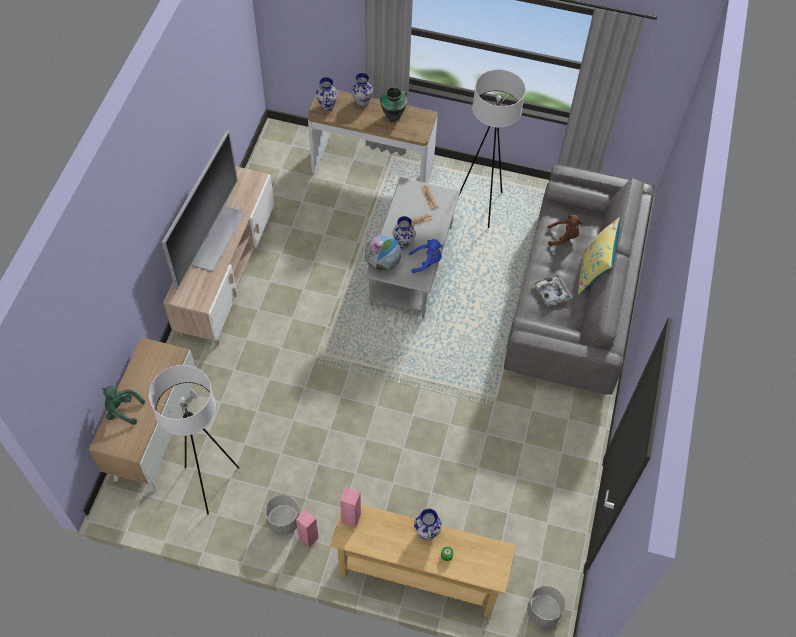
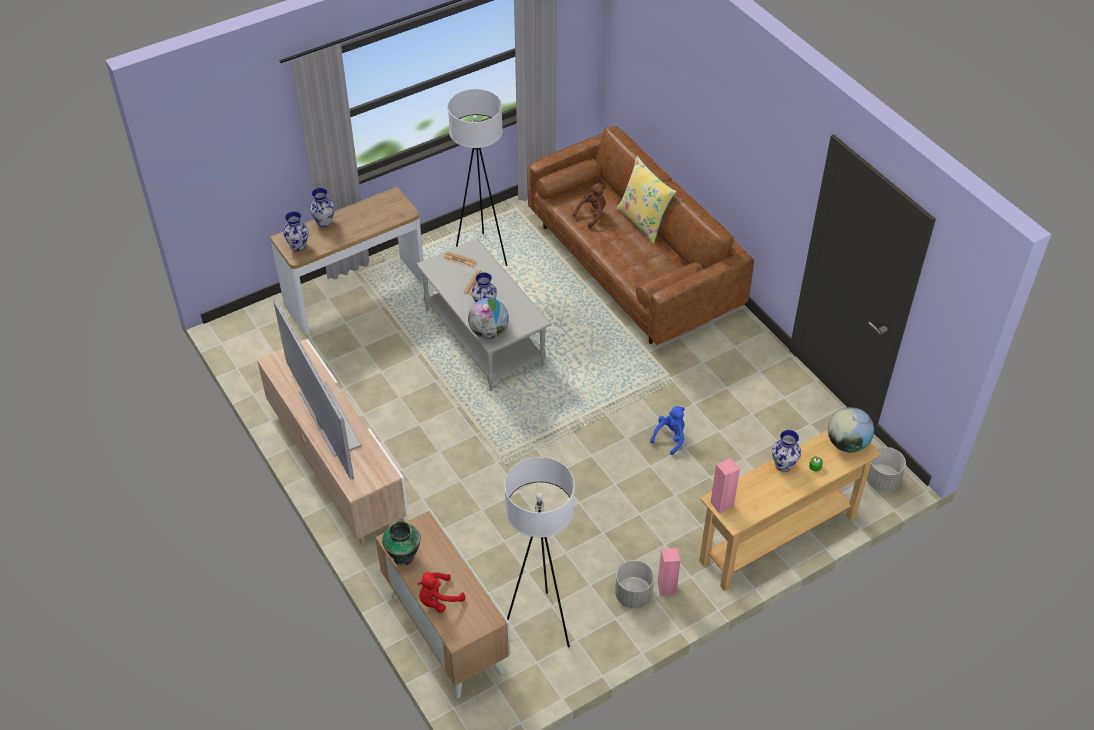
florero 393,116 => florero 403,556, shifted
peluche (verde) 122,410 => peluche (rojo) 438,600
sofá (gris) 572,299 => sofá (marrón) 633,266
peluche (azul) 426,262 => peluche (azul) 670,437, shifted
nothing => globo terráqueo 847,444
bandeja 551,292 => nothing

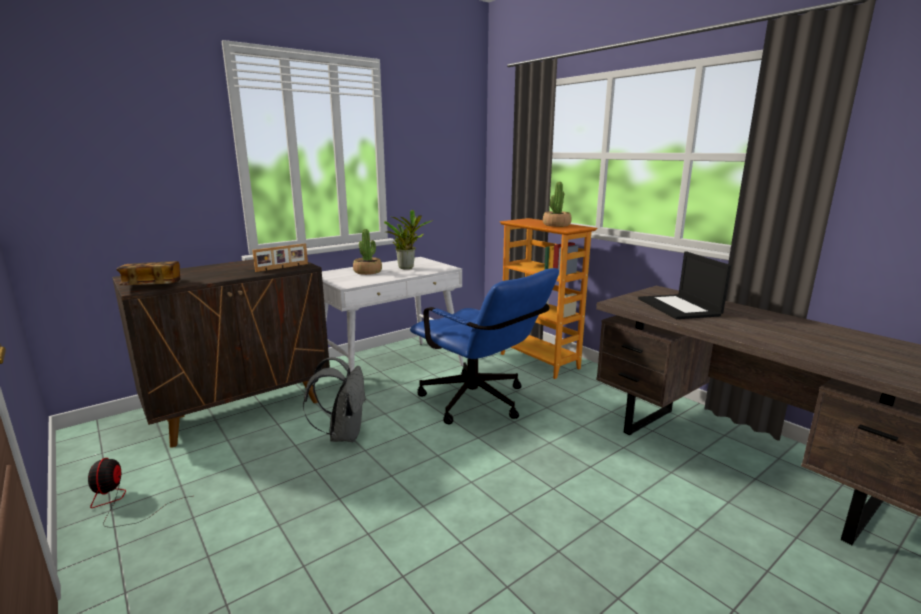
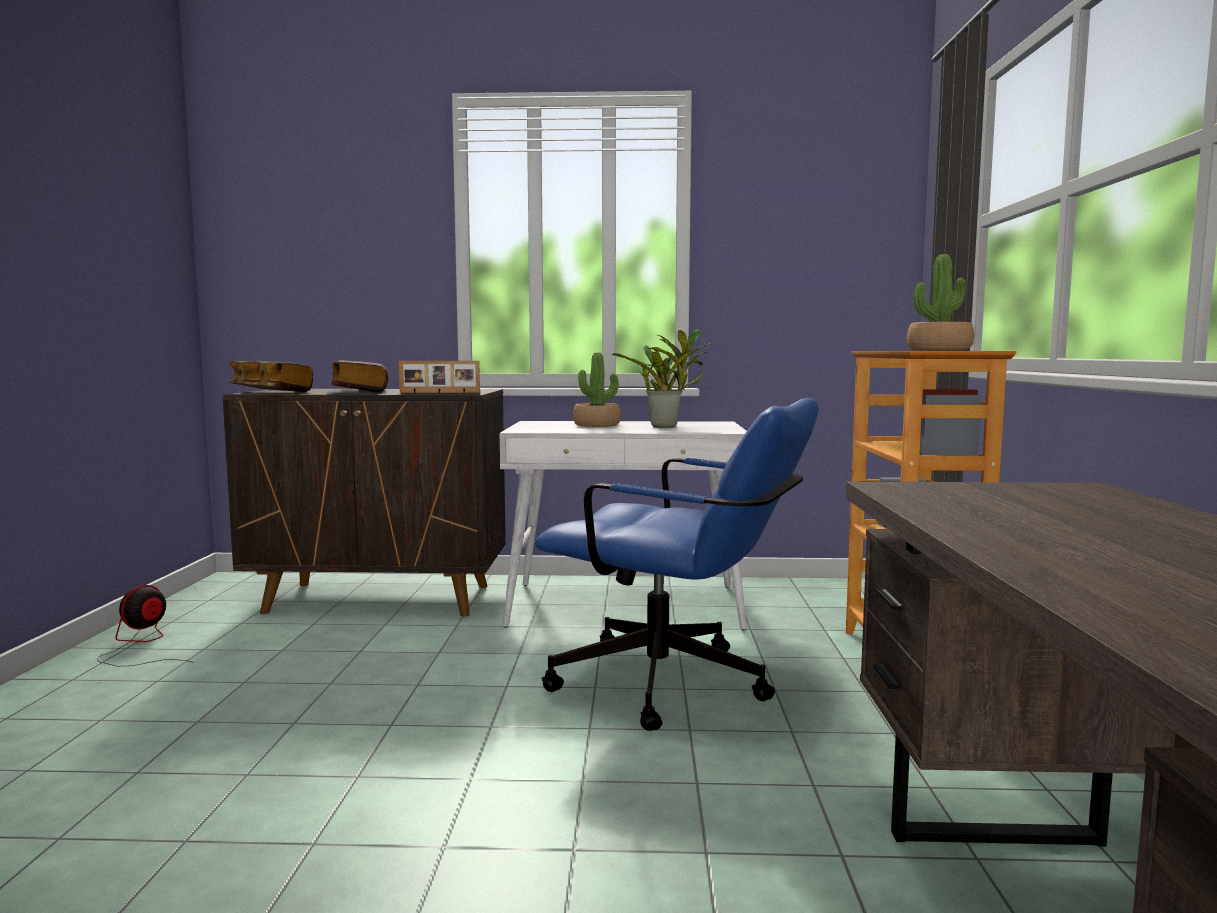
nothing => libro 361,391
silla de oficina (azul) 480,404 => silla de oficina (azul) 678,686, 60 degrees counterclockwise
mochila (gris) 343,434 => nothing
portátil 679,307 => nothing

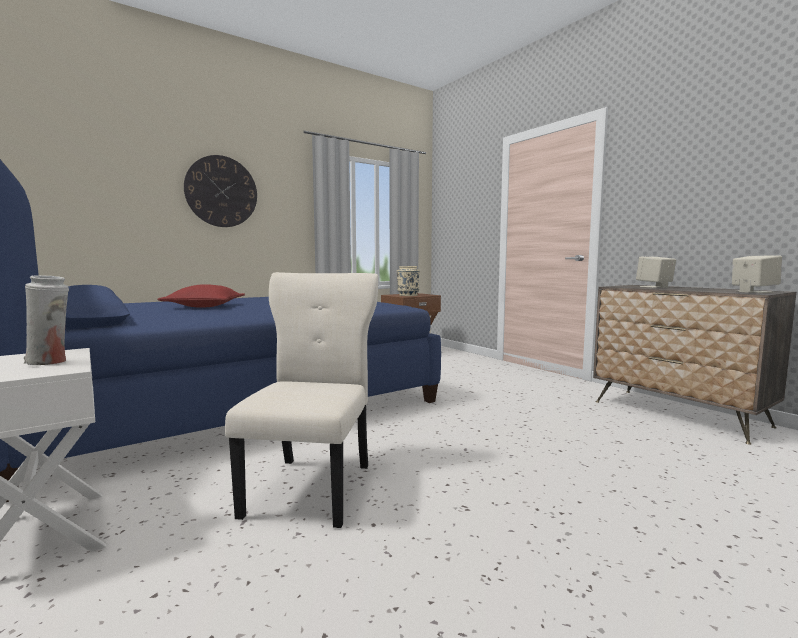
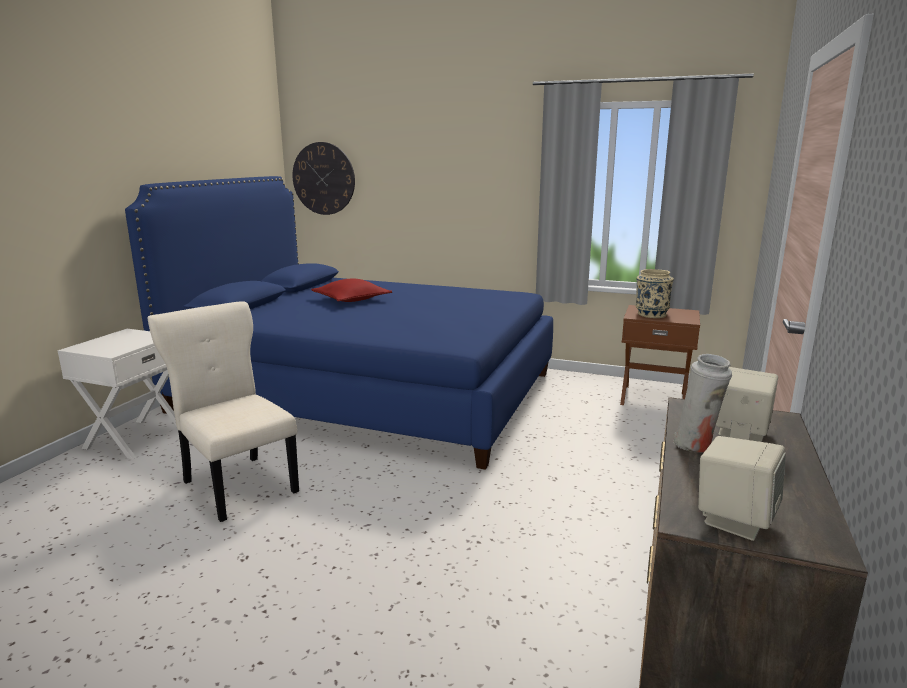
silla (beis) 313,487 => silla (beis) 238,484, 105 degrees counterclockwise
reloj de pared 221,191 => reloj de pared 323,178, shifted
florero (blanco) 50,362 => florero (blanco) 696,446, shifted

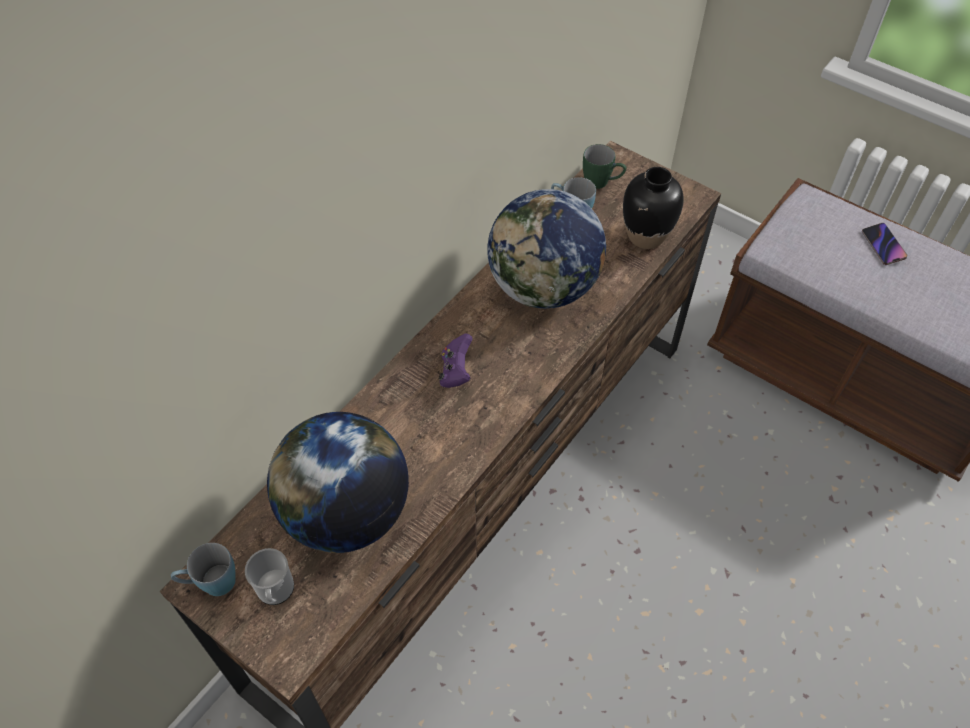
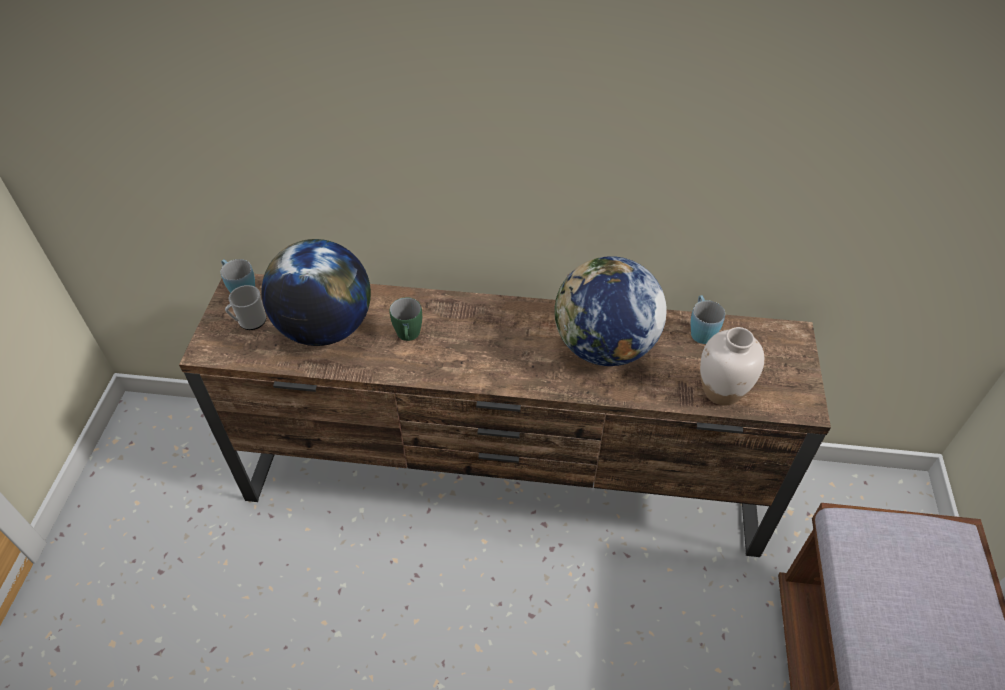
taza grande (verde) 602,182 => taza grande (verde) 408,336, shifted
florero (negro) 646,236 => florero (blanco) 721,391
mando de consola (morado) 456,372 => nothing
móvil 883,246 => nothing

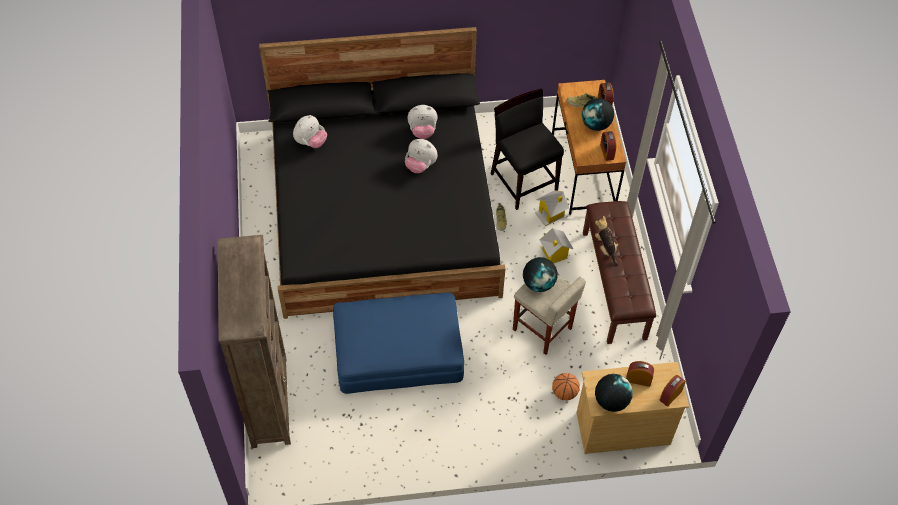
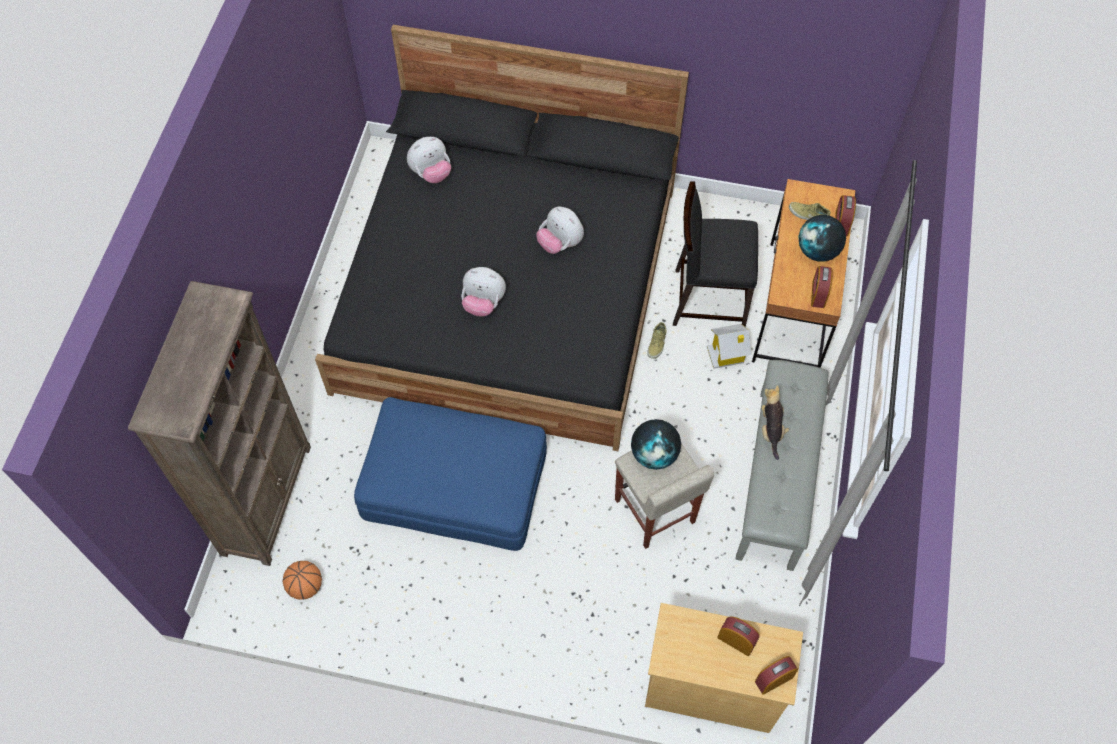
balón de baloncesto 564,393 => balón de baloncesto 305,586, shifted
peluche 422,131 => peluche 483,303, shifted
silla (negro) 524,181 => silla (negro) 708,299, 75 degrees counterclockwise
banco (marrón) 614,285 => banco (gris) 777,478
casita 554,254 => nothing
globo terráqueo 611,401 => nothing

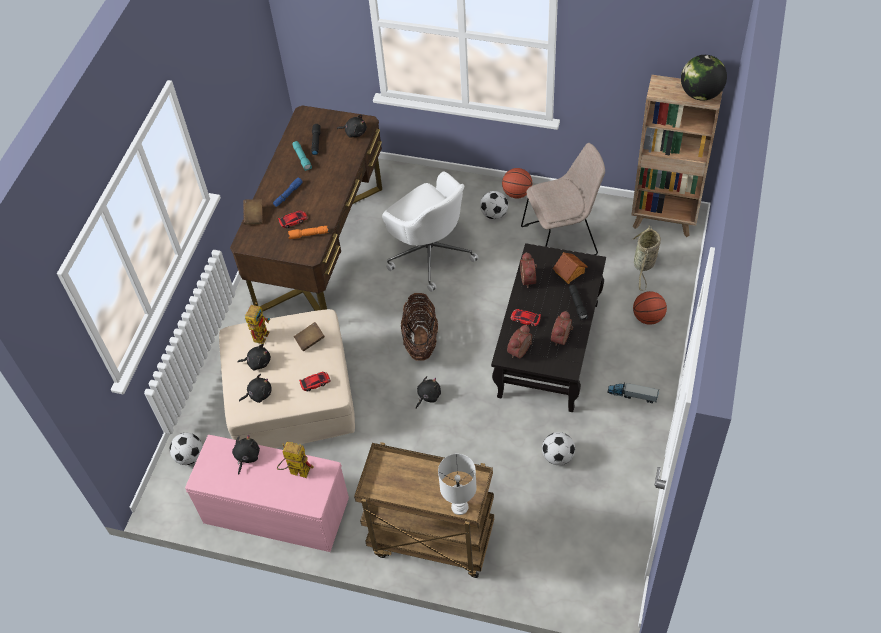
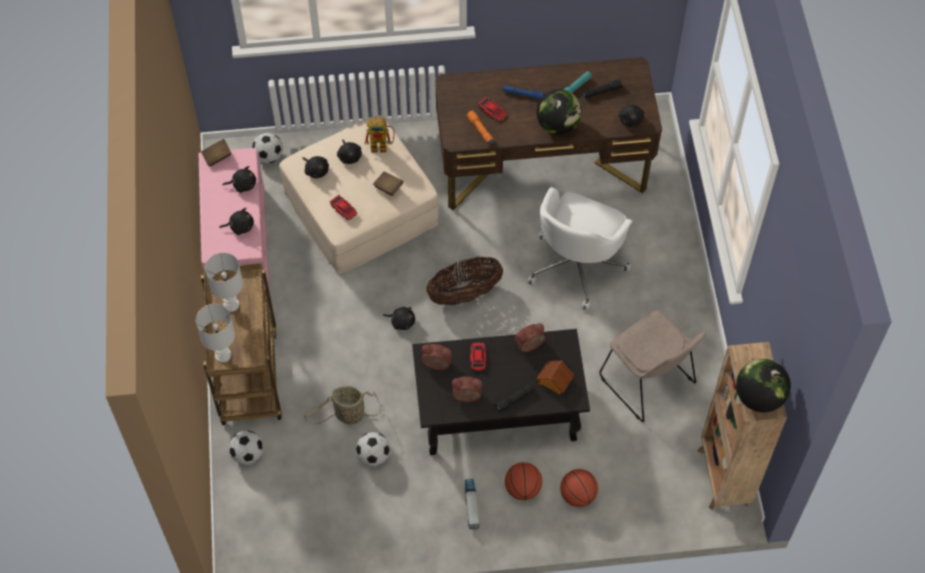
libro (marrón) 254,216 => libro (marrón) 217,157, shifted
nothing => lámpara de mesa (blanco) 231,305
robot de juguete 295,471 => peluche (negro) 240,226
balón de fútbol 494,214 => balón de fútbol 248,455, shifted
cesta 644,265 => cesta 347,415, shifted
balón de baloncesto 517,193 => balón de baloncesto 522,488, shifted
nothing => globo terráqueo 557,125

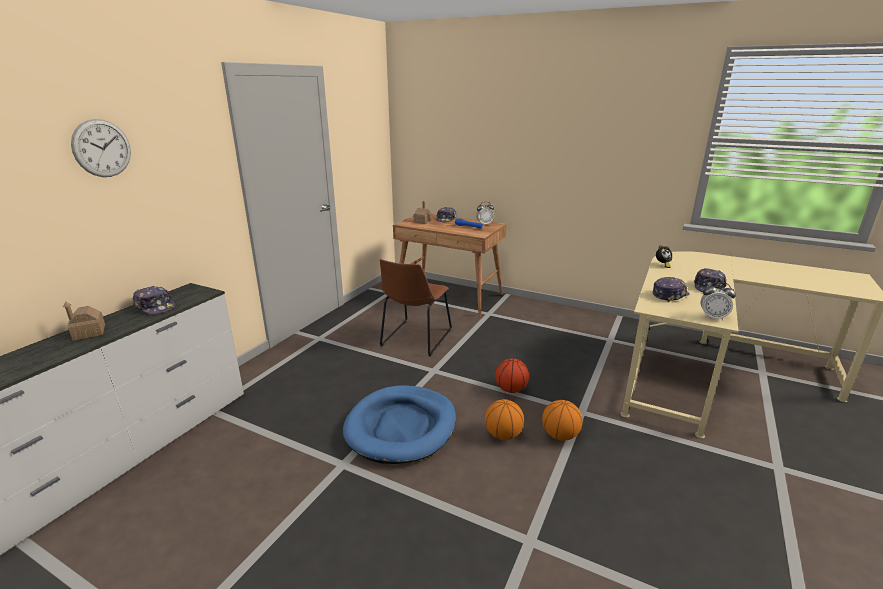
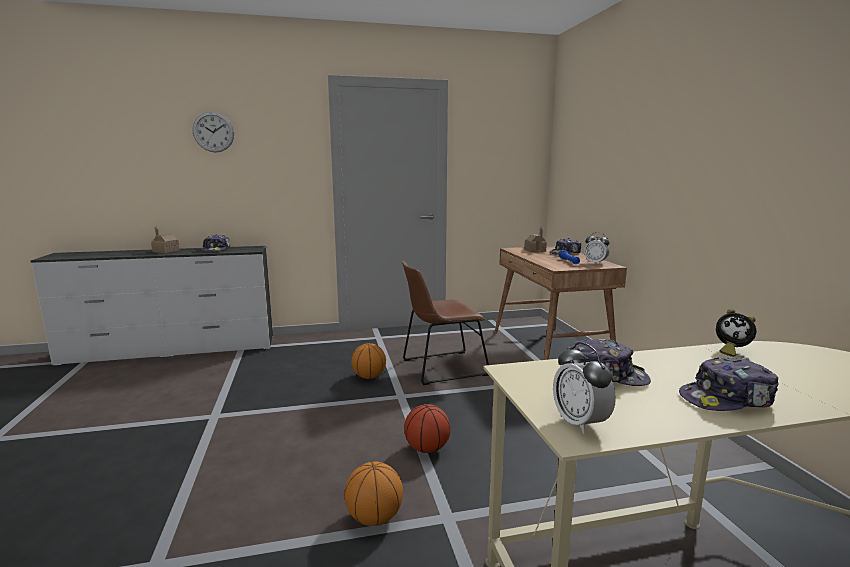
balón de baloncesto 503,435 => balón de baloncesto 369,377, shifted
cama para perro (azul) 401,427 => nothing

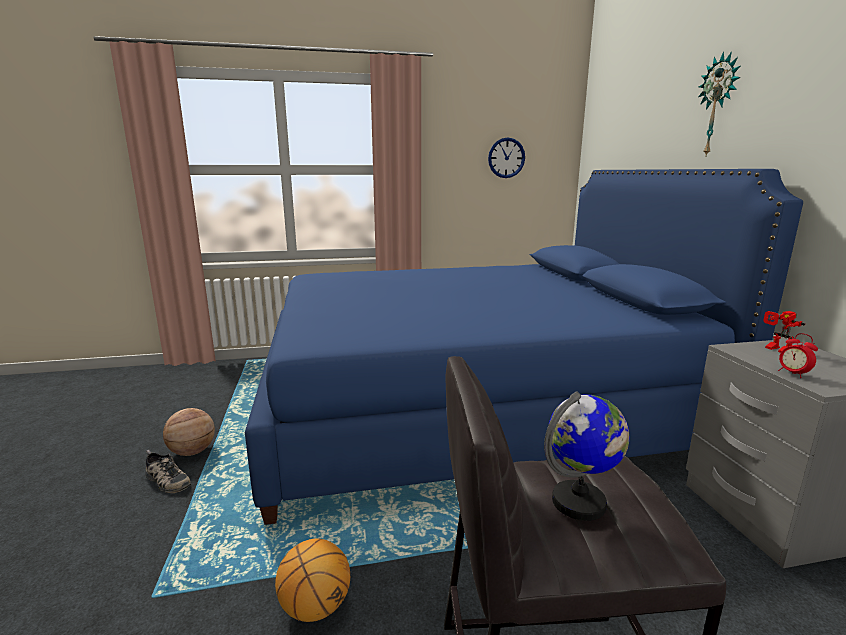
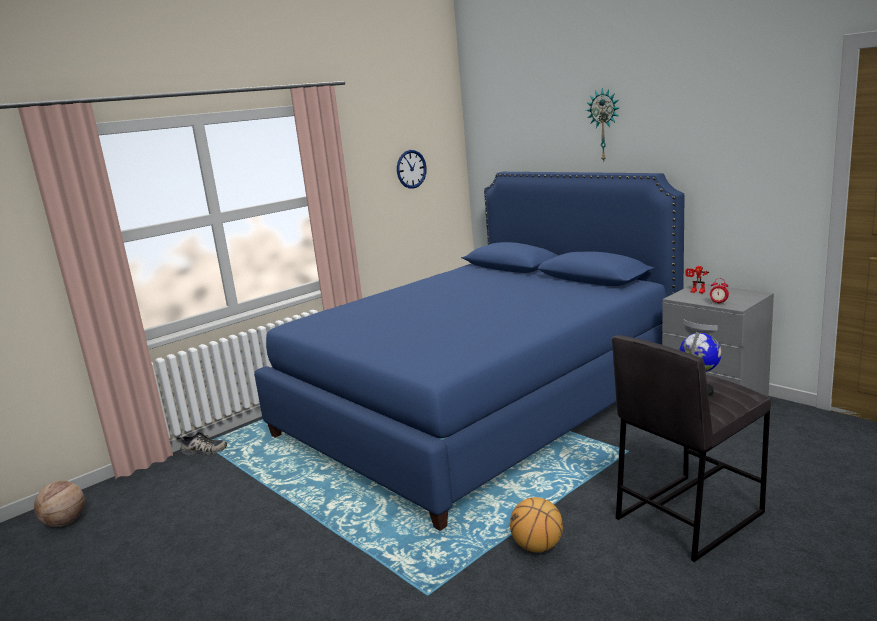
balón de baloncesto 192,452 => balón de baloncesto 65,522, shifted
zapato 166,480 => zapato 203,451, shifted

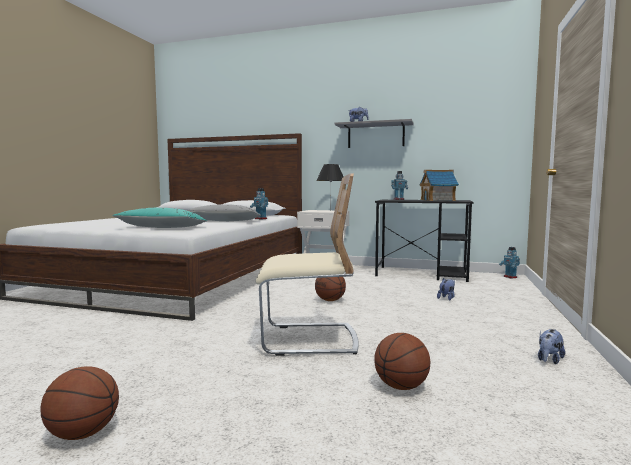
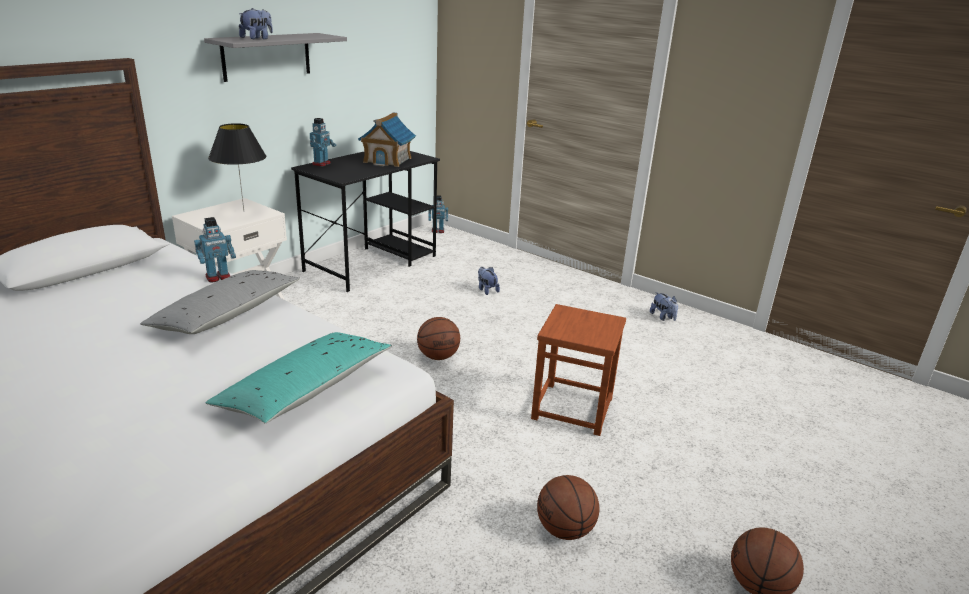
silla (beis) 308,339 => taburete (marrón) 573,408
balón de baloncesto 401,387 => balón de baloncesto 565,530, shifted

